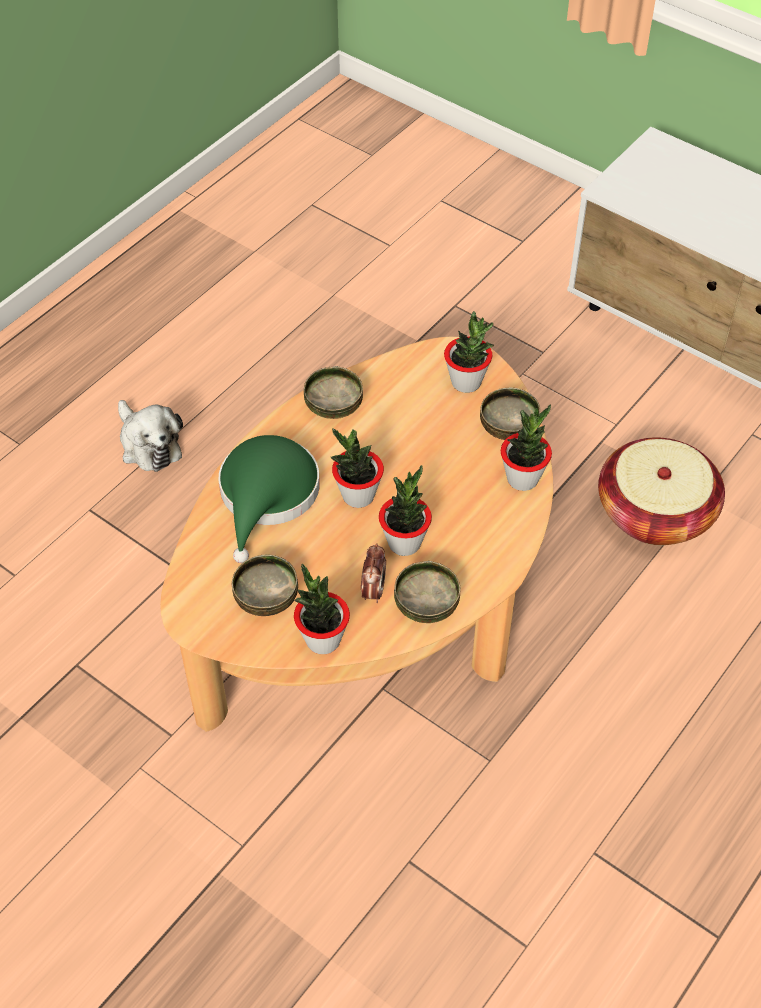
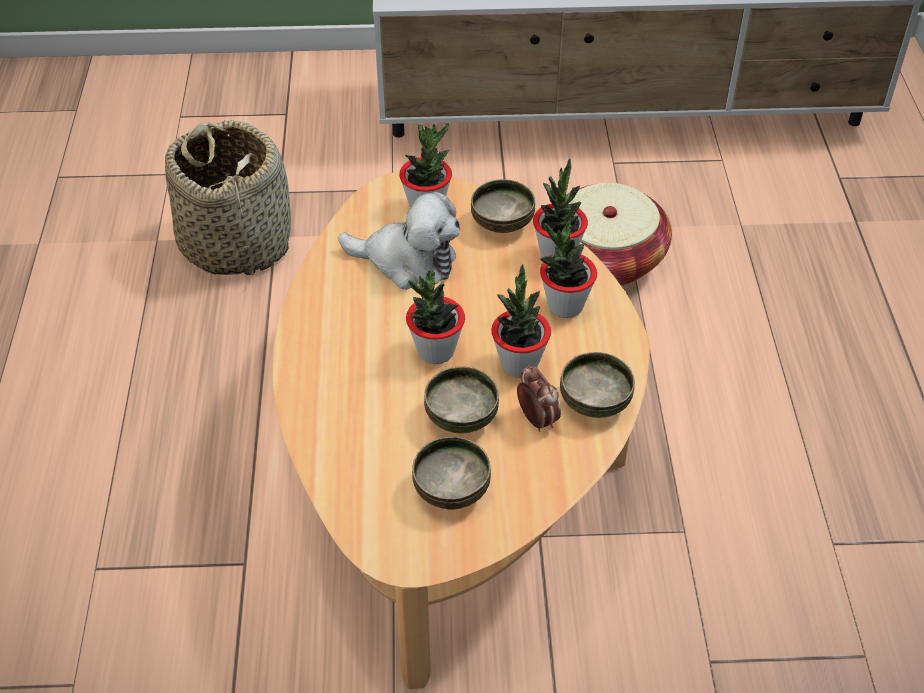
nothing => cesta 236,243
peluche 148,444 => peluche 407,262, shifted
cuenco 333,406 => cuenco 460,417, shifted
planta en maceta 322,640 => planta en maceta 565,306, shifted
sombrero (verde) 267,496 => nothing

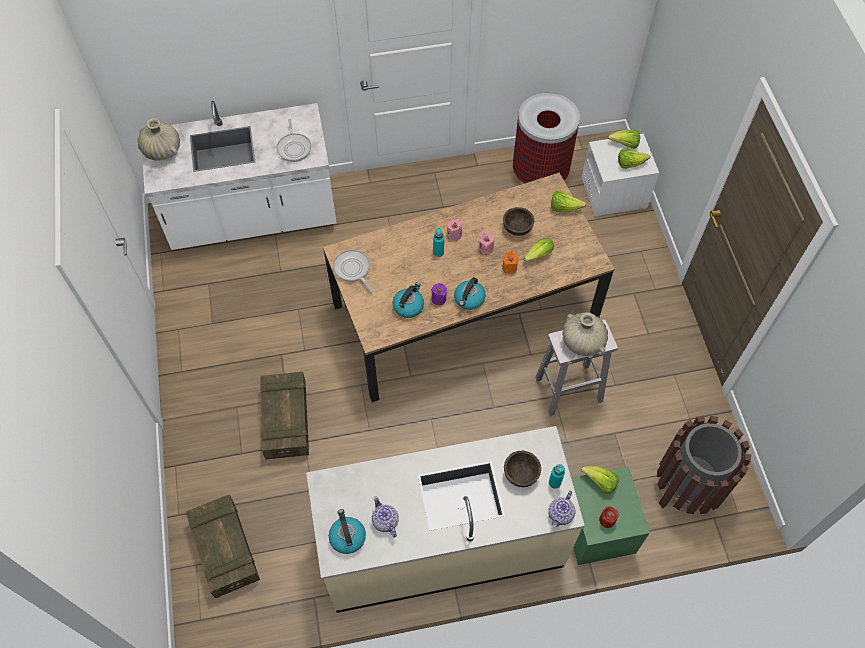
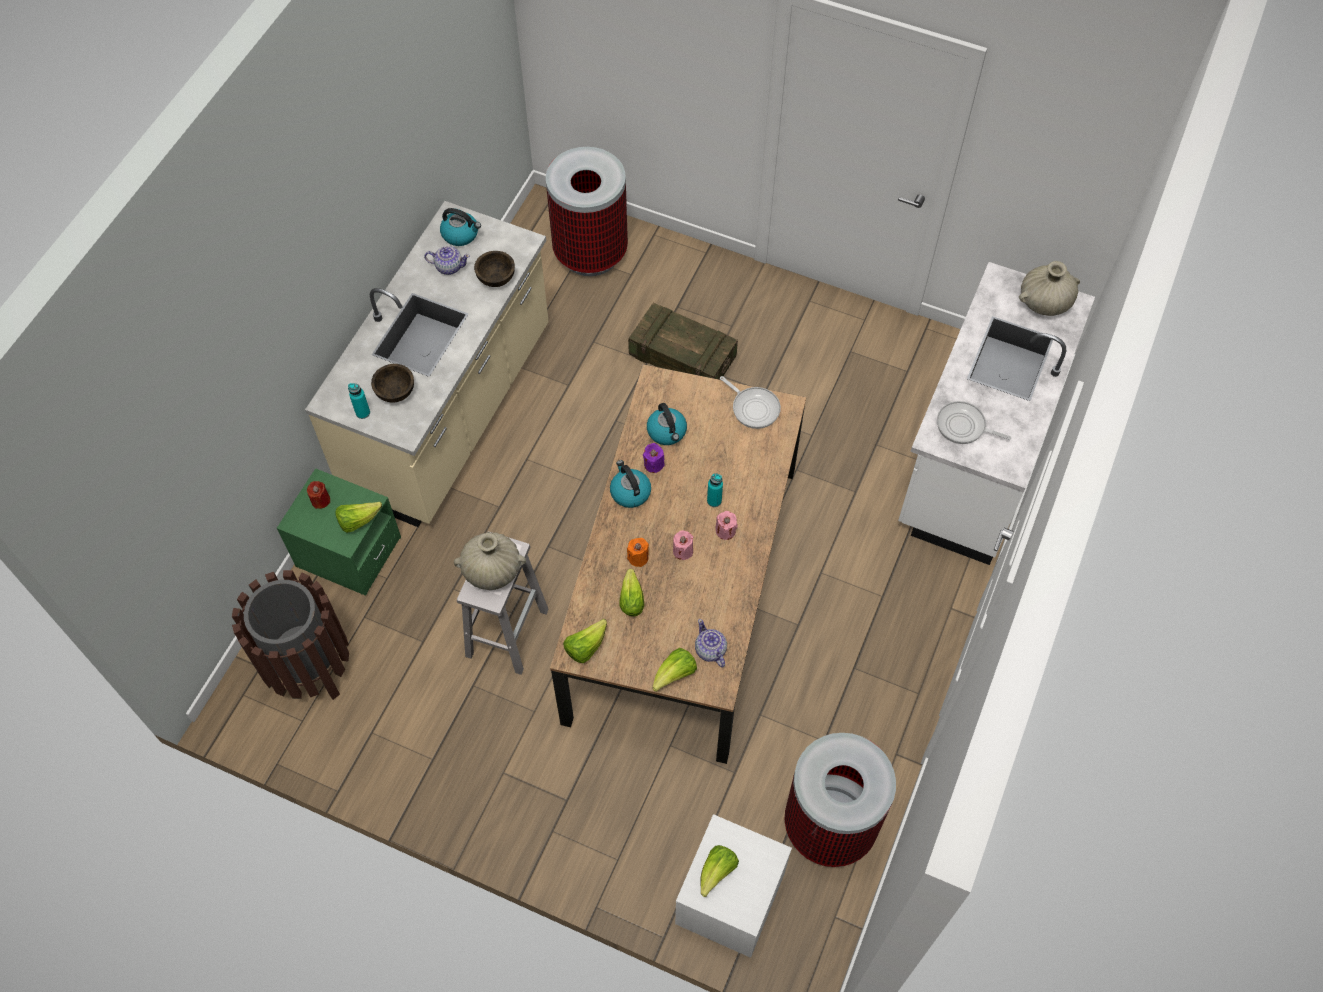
cuenco (marrón) 517,228 => cuenco (marrón) 496,278, shifted
caja de embalaje 225,550 => papelera 591,252
lechuga 625,144 => lechuga 585,647, shifted
tetera 561,514 => tetera 710,650, shifted
sartén 353,270 => sartén 753,408, 45 degrees clockwise

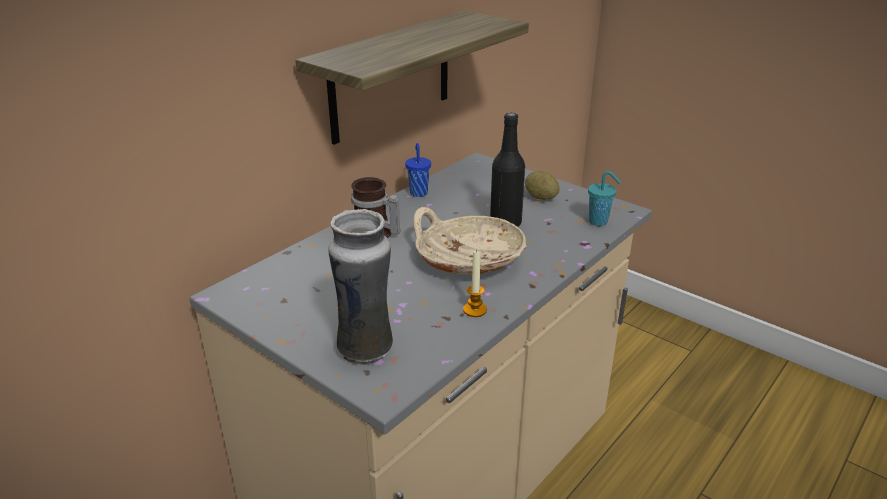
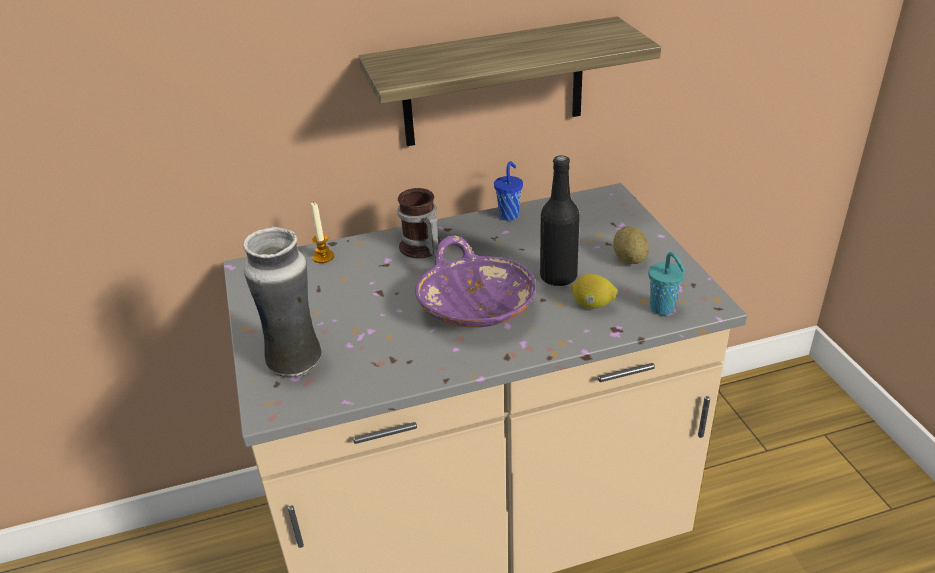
vela 475,310 => vela 323,257, shifted
cuenco (beis) 467,260 => cuenco (morado) 475,306
nothing => limón 592,305

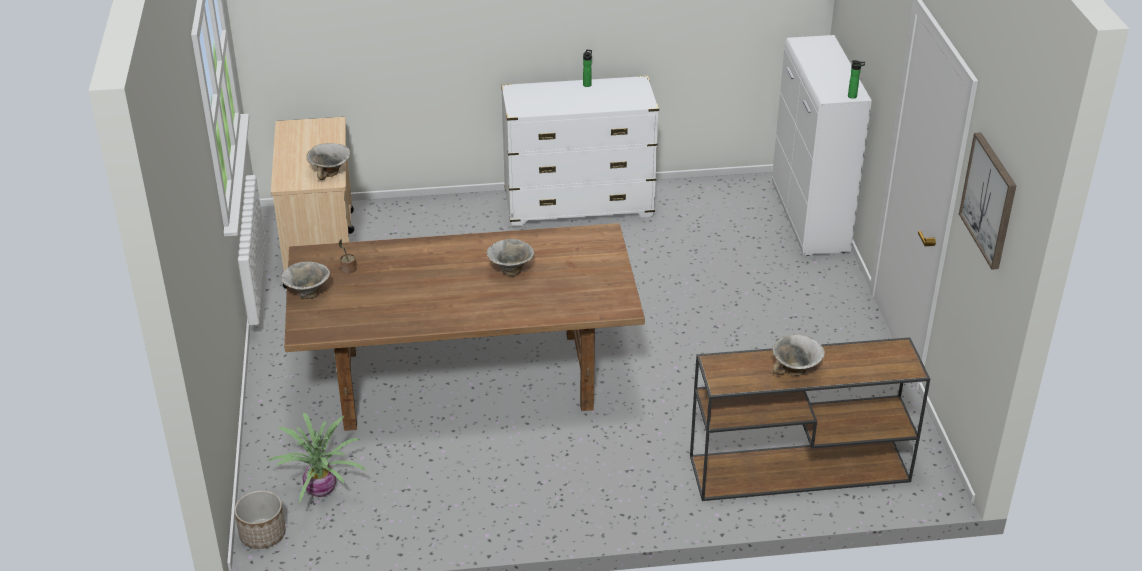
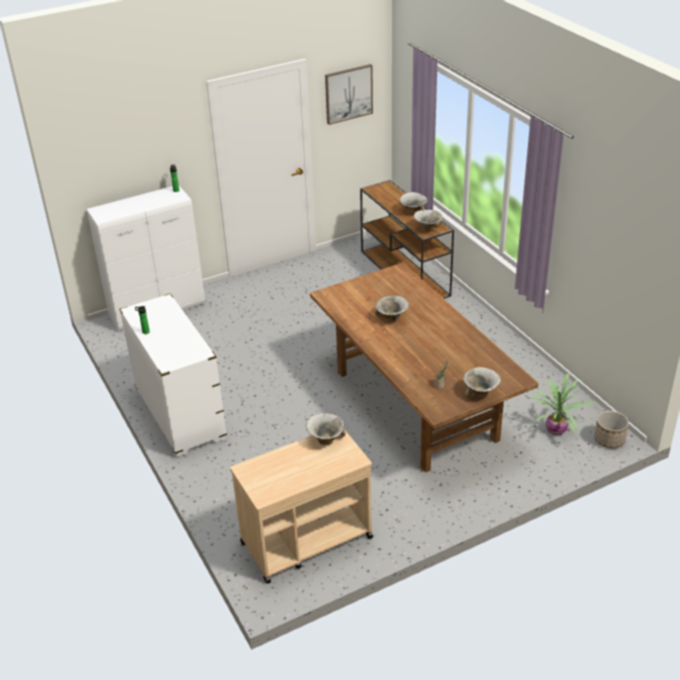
nothing => cuenco 427,228

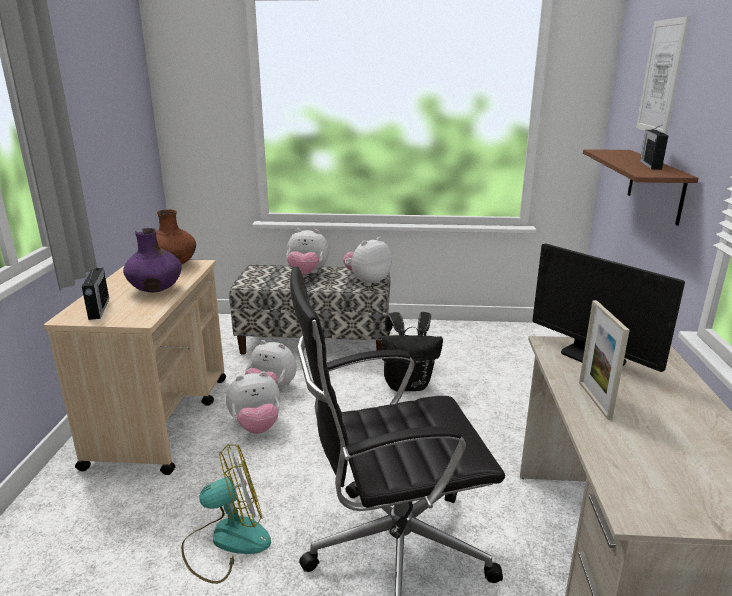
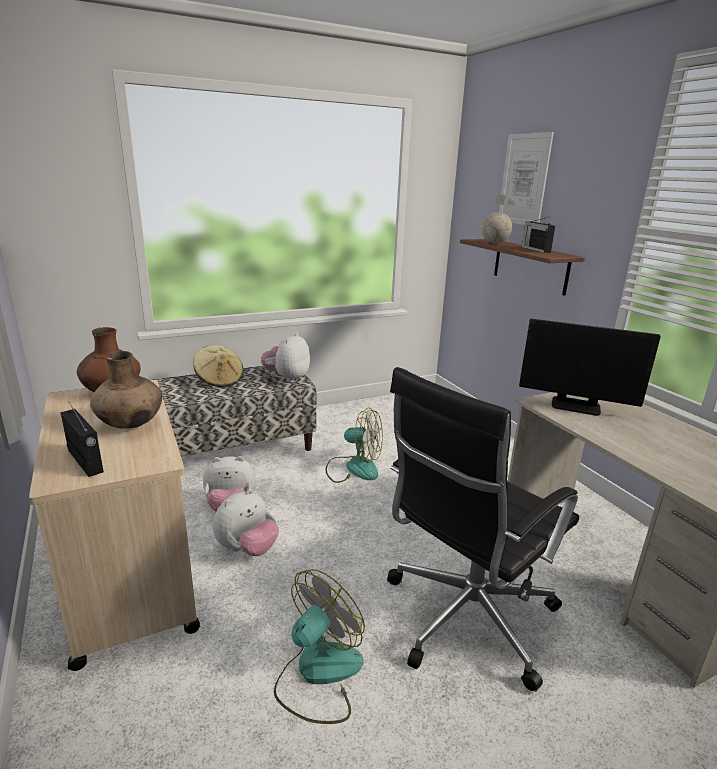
florero (morado) 156,290 => florero (marrón) 131,424
peluche 307,274 => sombrero (beis) 219,380
mochila (negro) 408,384 => ventilador 353,468
nothing => globo terráqueo 494,243
portarretratos 594,400 => nothing

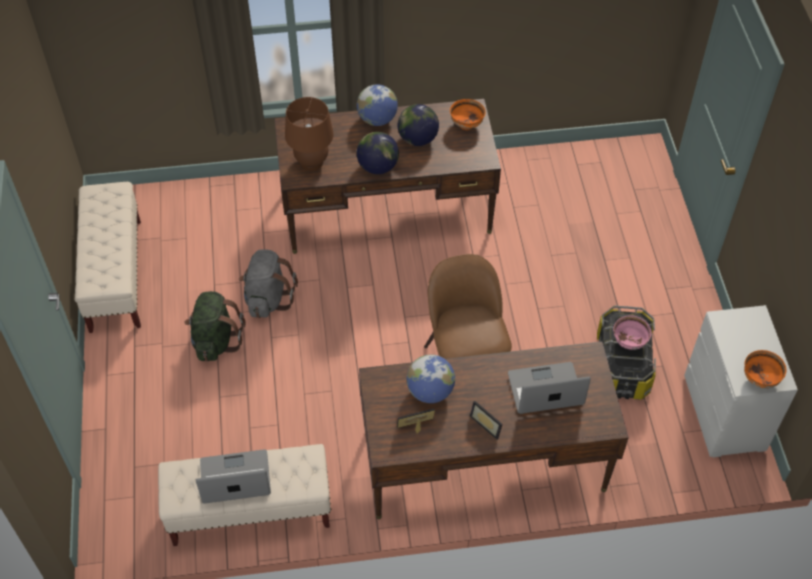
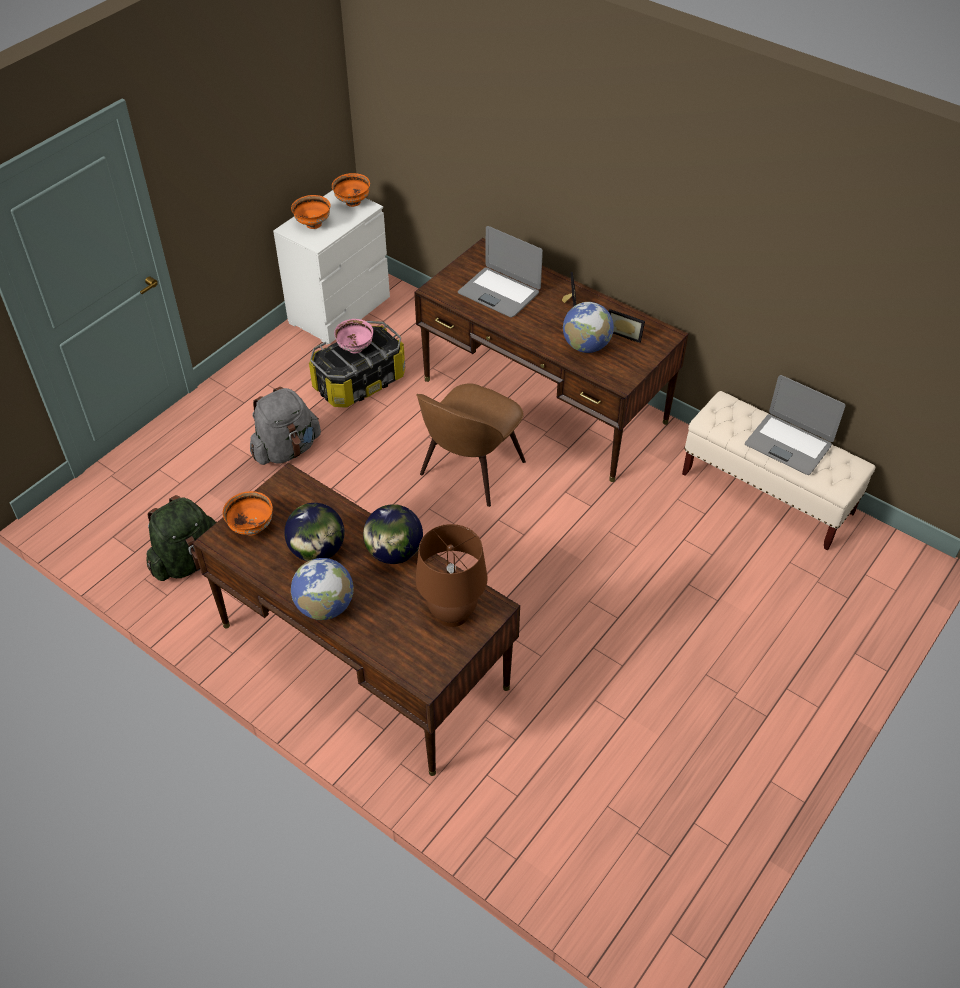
mochila (verde) 215,341 => mochila (verde) 188,560, shifted
mochila (gris) 268,299 => mochila (gris) 287,449, shifted
nothing => cuenco (naranja) 313,225
banco (beis) 116,275 => nothing

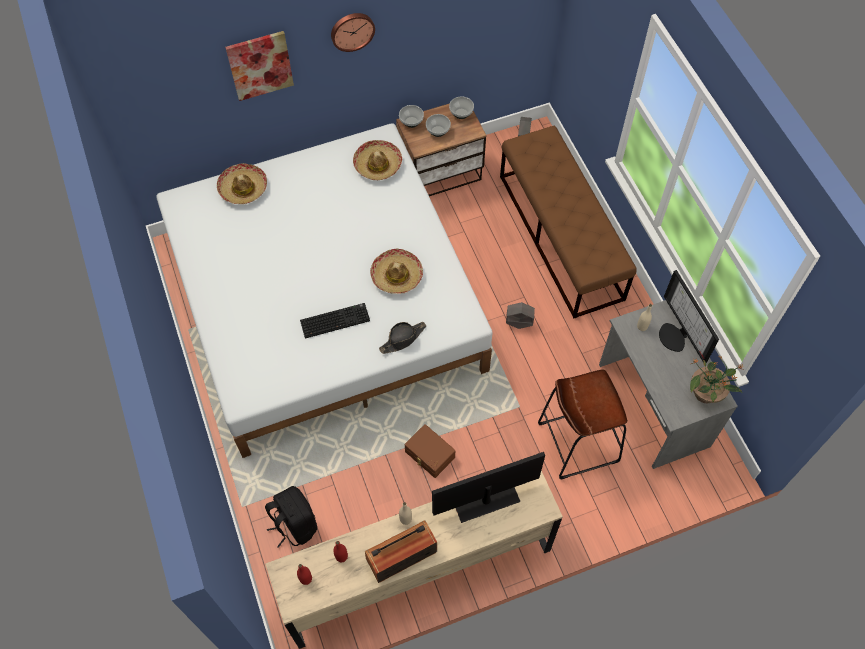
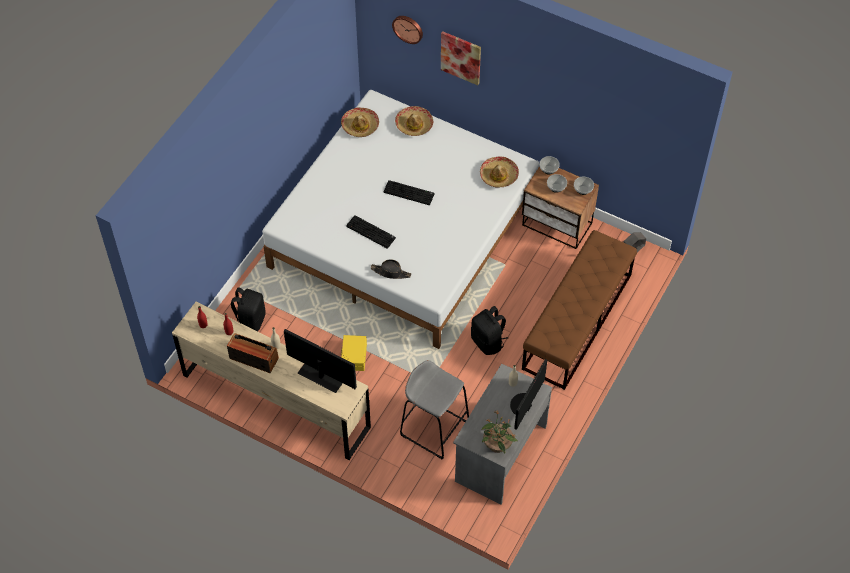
sombrero 397,276 => sombrero 360,126, shifted
caja de almacenaje (marrón) 429,455 => caja de almacenaje (amarillo) 353,356
nothing => teclado 409,192
reloj de pared 352,30 => reloj de pared 408,28, shifted
taburete (marrón) 577,442 => taburete (gris) 434,428
maceta (gris) 519,323 => mochila (negro) 488,342

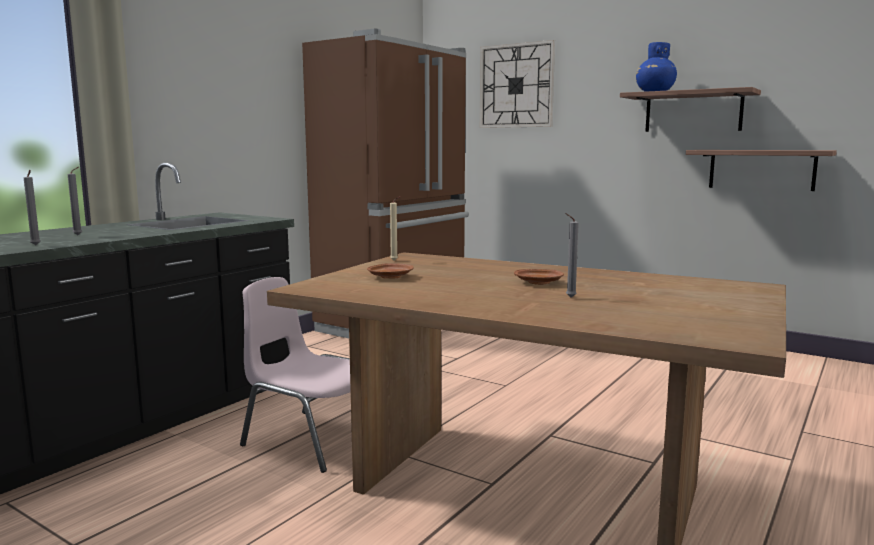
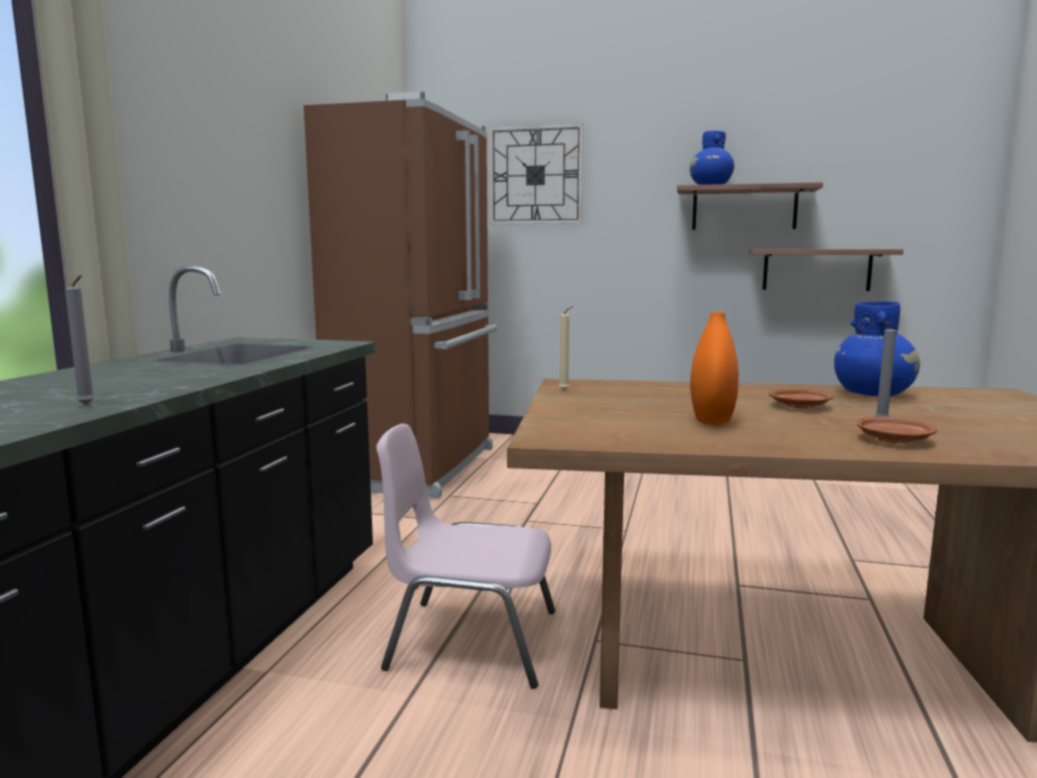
nothing => florero (naranja) 711,420
nothing => florero (azul) 873,394
plato (marrón) 390,277 => plato (marrón) 894,440, shifted
vela (gris) 79,235 => nothing

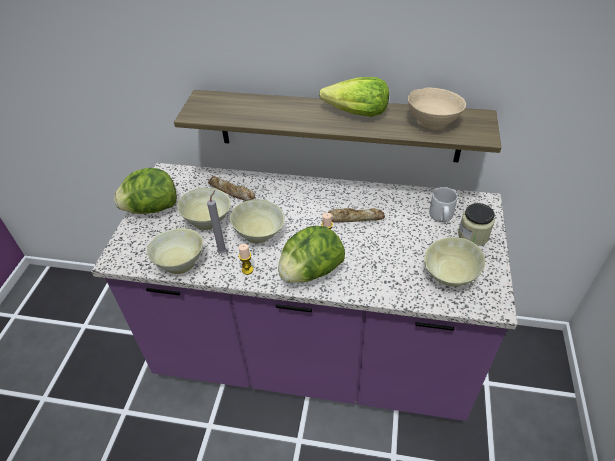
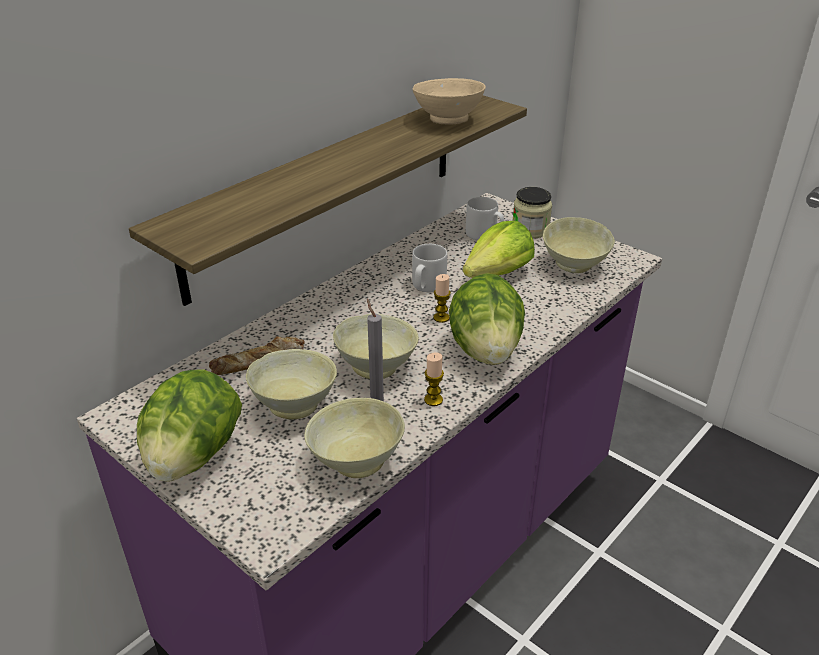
pan 354,218 => taza grande (gris) 427,286
lechuga 356,113 => lechuga 498,274, shifted

